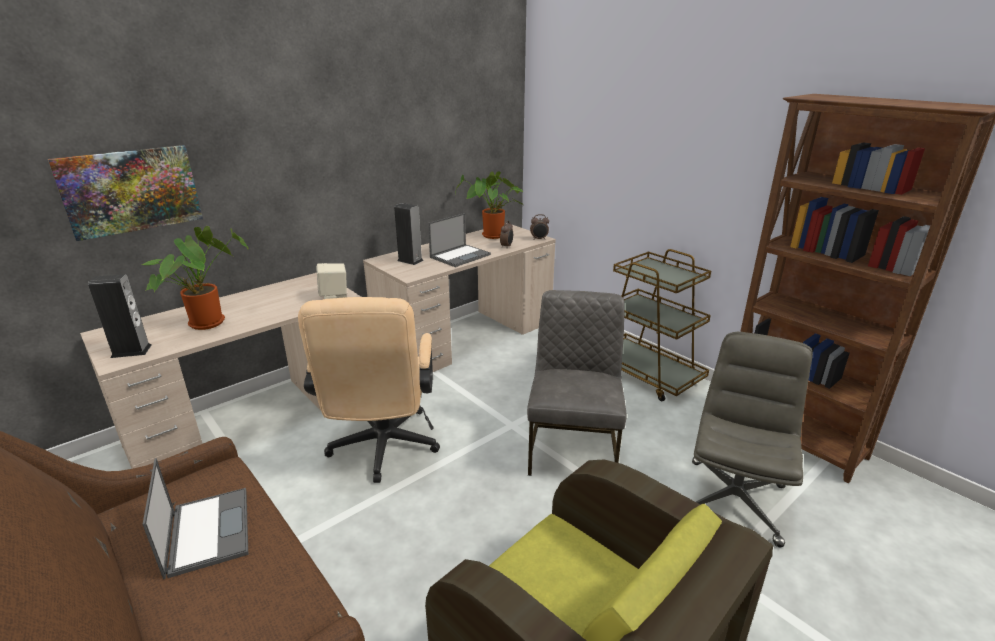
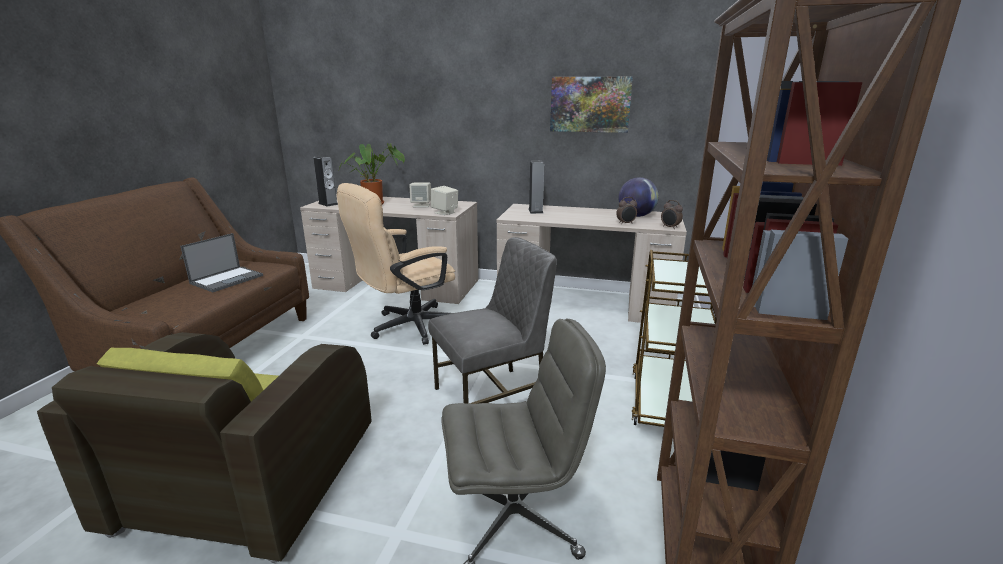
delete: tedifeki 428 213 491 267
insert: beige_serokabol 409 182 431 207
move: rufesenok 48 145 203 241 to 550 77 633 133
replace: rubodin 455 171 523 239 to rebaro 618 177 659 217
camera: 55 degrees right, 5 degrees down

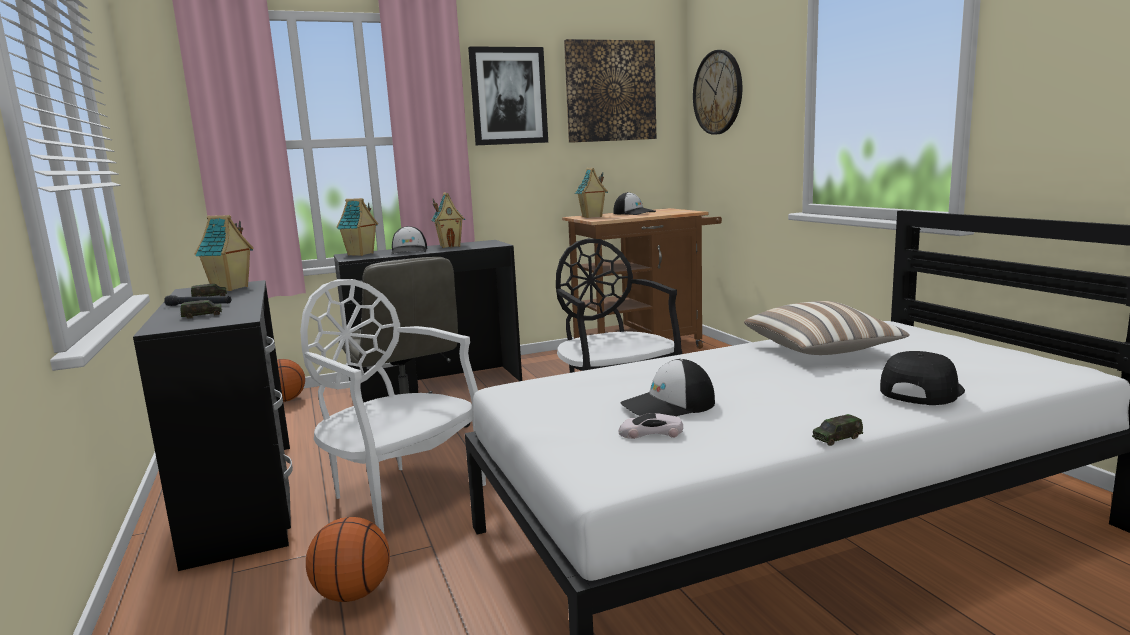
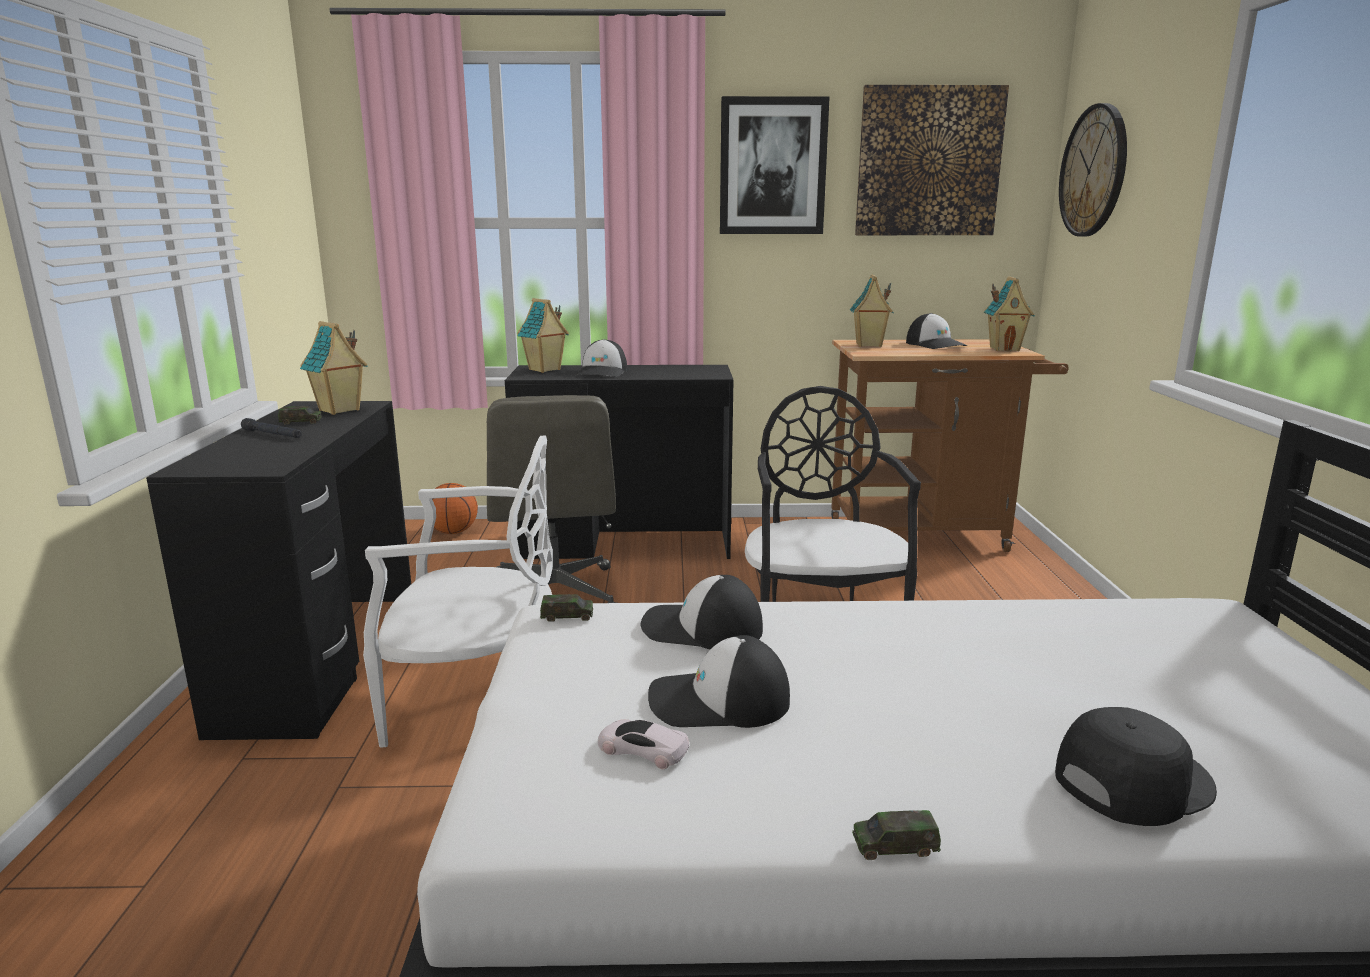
delete: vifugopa 306 517 390 602; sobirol 744 301 909 355
insert: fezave 641 575 763 649
move: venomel 180 300 222 319 to 540 594 593 621; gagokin 431 192 465 248 to 984 276 1034 351
rotate: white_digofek 300 279 486 534 = 363 436 553 747 120 degrees clockwise
camera: 20 degrees right, 5 degrees up

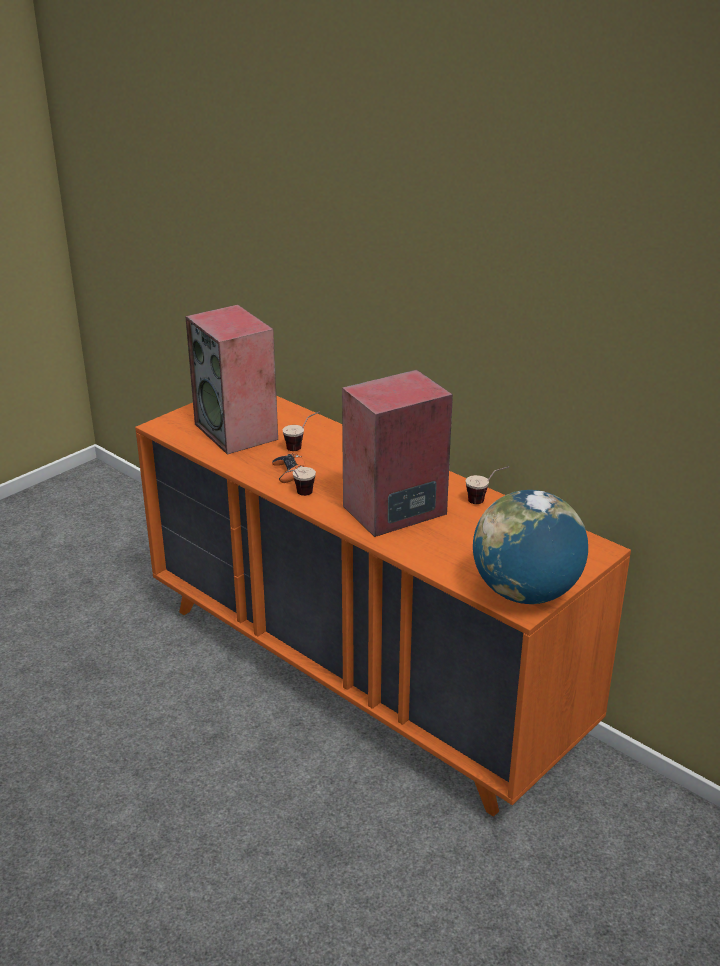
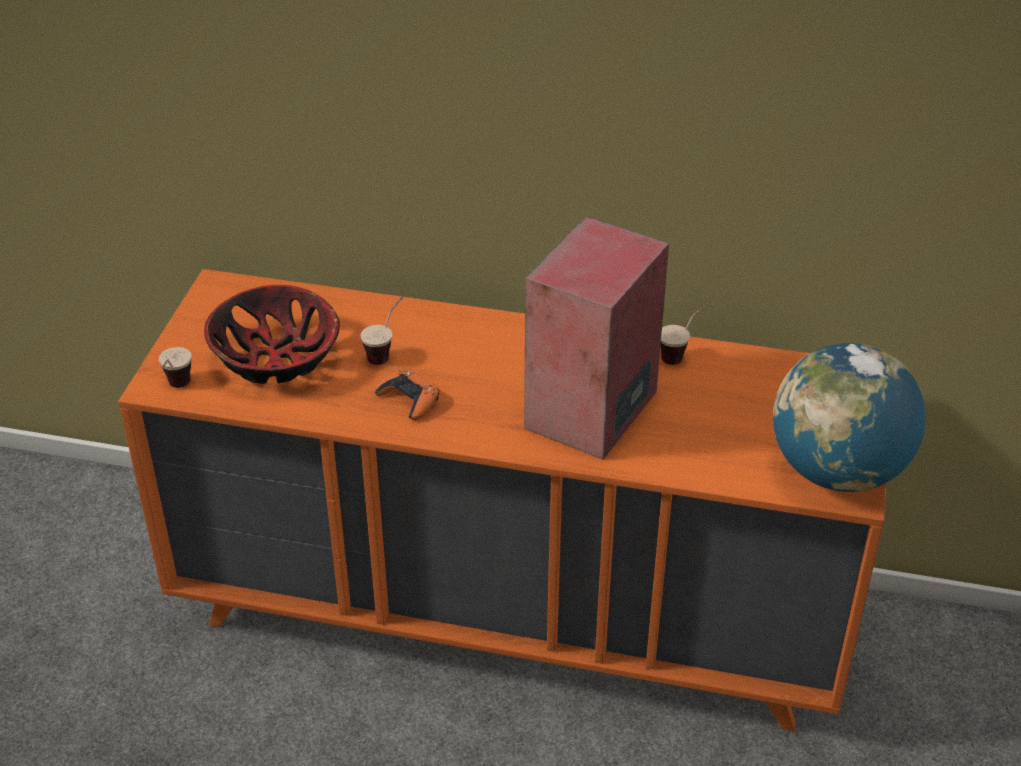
move: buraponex 285 467 316 496 to 159 347 192 388
replace: serokabol 185 305 278 455 to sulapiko 204 285 340 384
camera: 30 degrees left, 10 degrees up

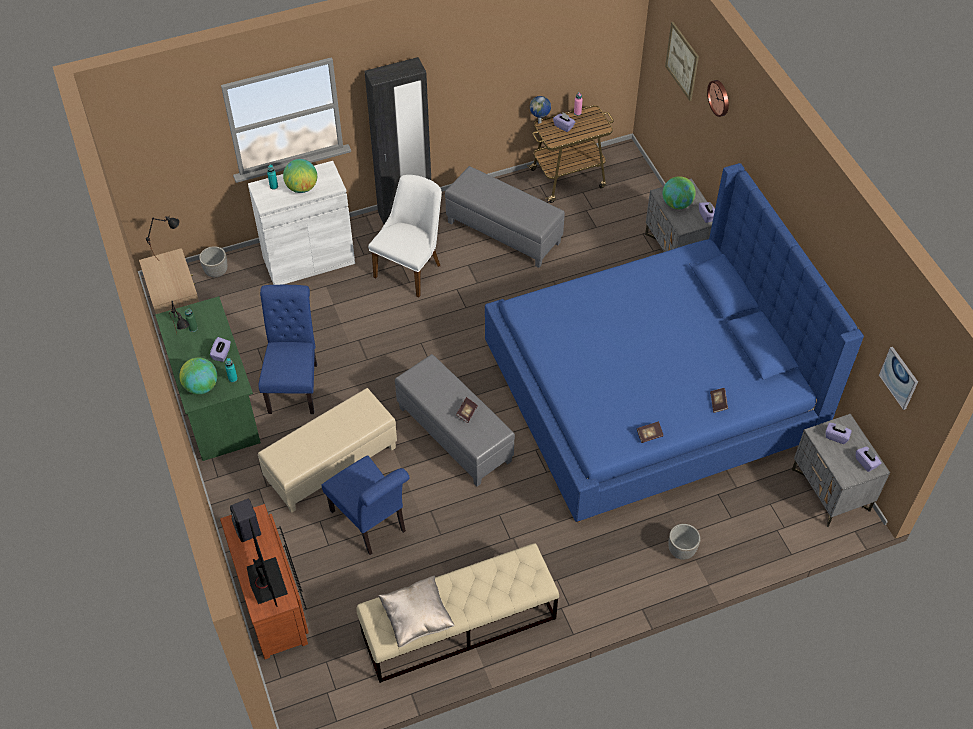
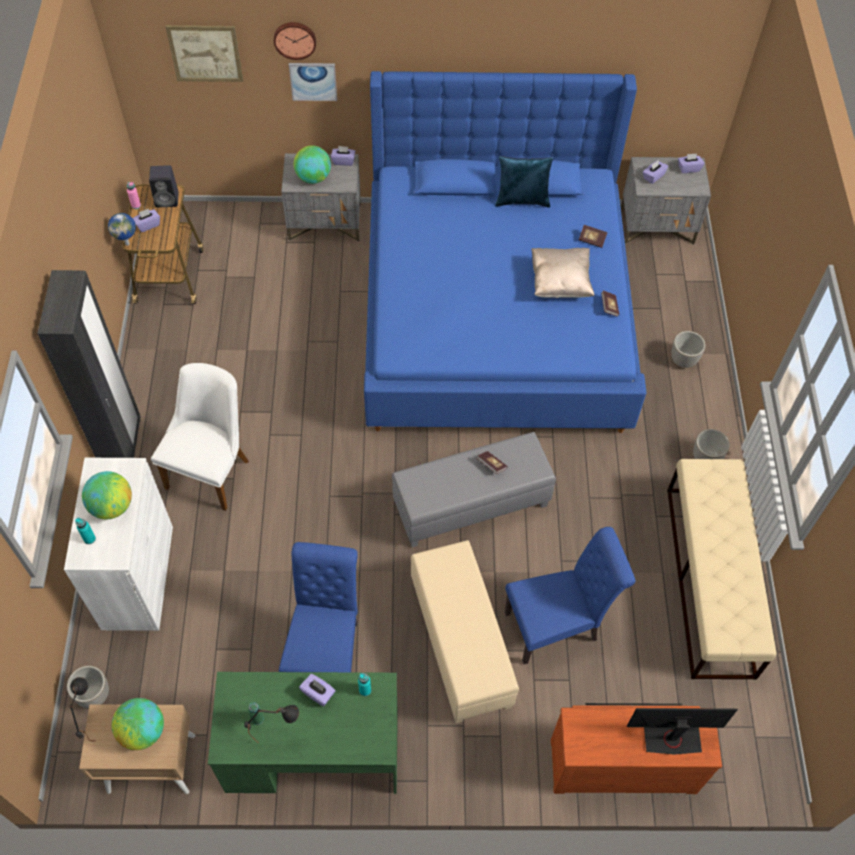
delete: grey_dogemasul 445 166 565 268
insert: blue_sobirol 495 156 553 208; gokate 693 429 730 459
move: rebaro 179 358 217 395 to 112 698 164 750; black_serokabol 230 499 261 542 to 149 165 179 207; rufesenok 879 347 918 410 to 289 63 337 101; beige_sobirol 378 576 455 647 to 531 248 594 298
rotate: white_digofek 368 175 442 298 = 151 363 249 511 60 degrees clockwise; blue_digofek 258 285 317 414 = 279 542 358 672 75 degrees clockwise
camera: 70 degrees left, 5 degrees up

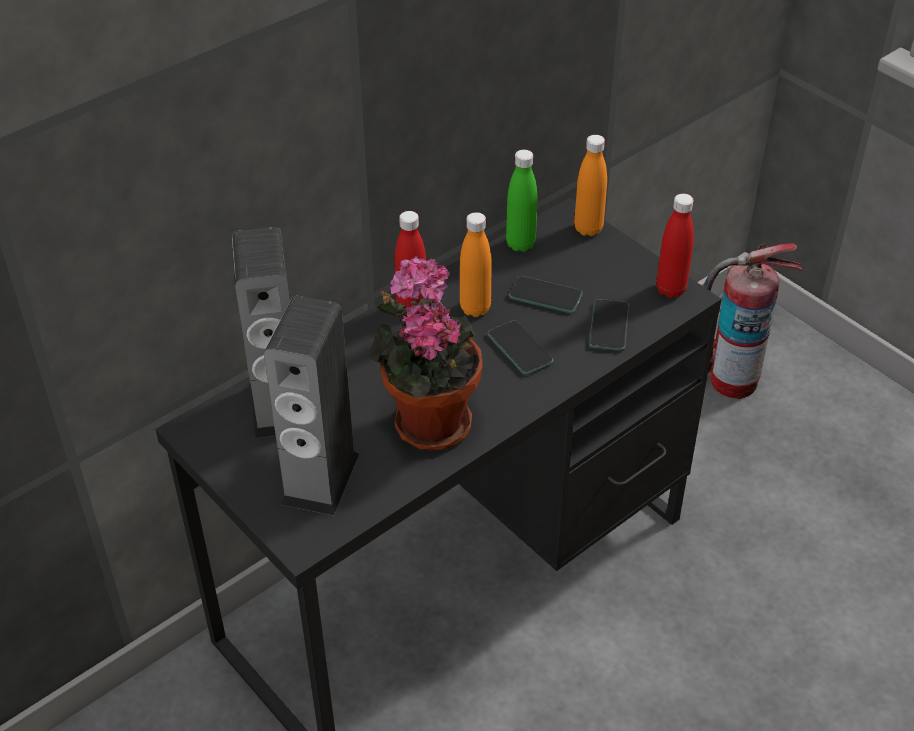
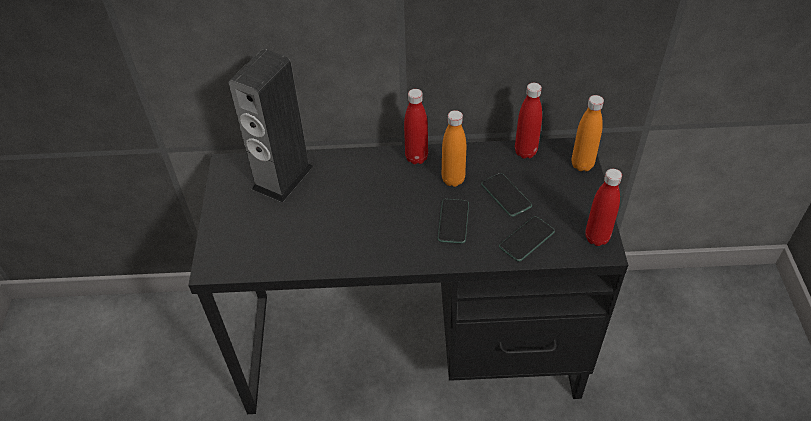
delete: serokabol 264 296 359 515; rubodin 370 256 483 451; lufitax 703 243 802 399
recolor: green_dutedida 506 150 537 252 to red_dutedida 515 83 542 159
camera: 40 degrees right, 5 degrees up

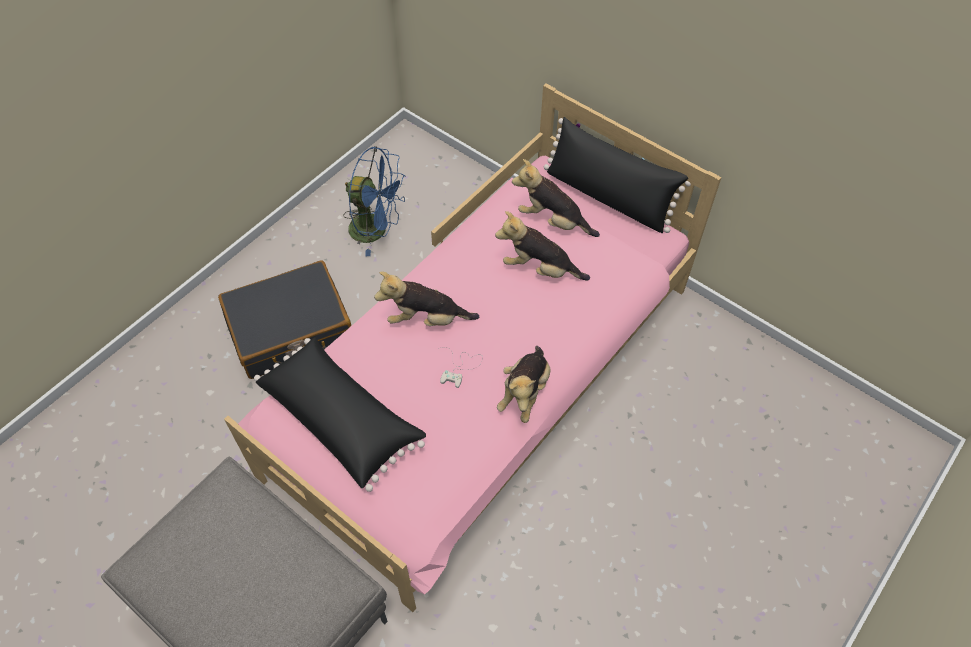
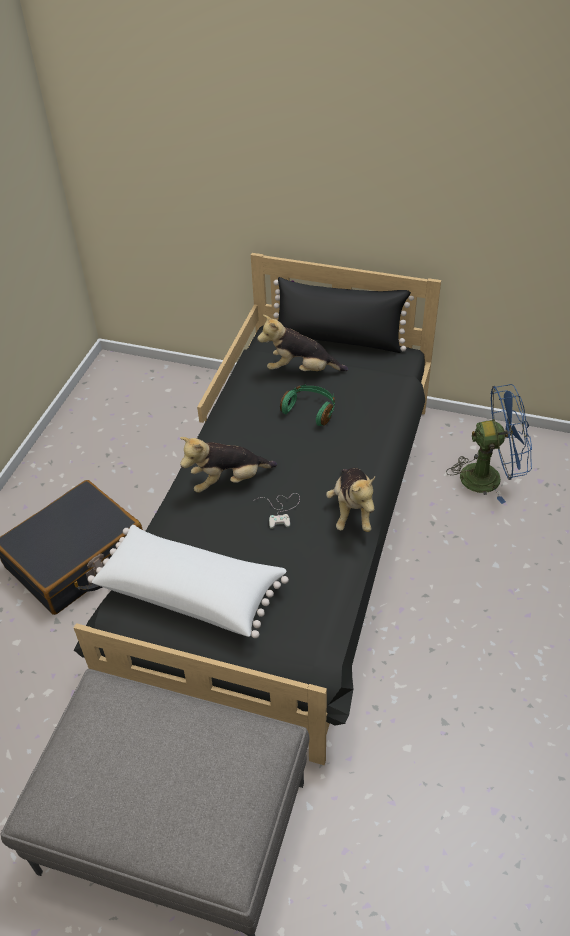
move: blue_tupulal 343 146 405 256 to 446 384 532 504
replace: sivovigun 495 211 590 280 to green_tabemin 280 385 335 426
recolor: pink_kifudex 224 84 722 612 to black_kifudex 74 253 441 765; black_sobirol 254 337 426 492 to white_sobirol 88 525 289 638
camera: 20 degrees left, 10 degrees down

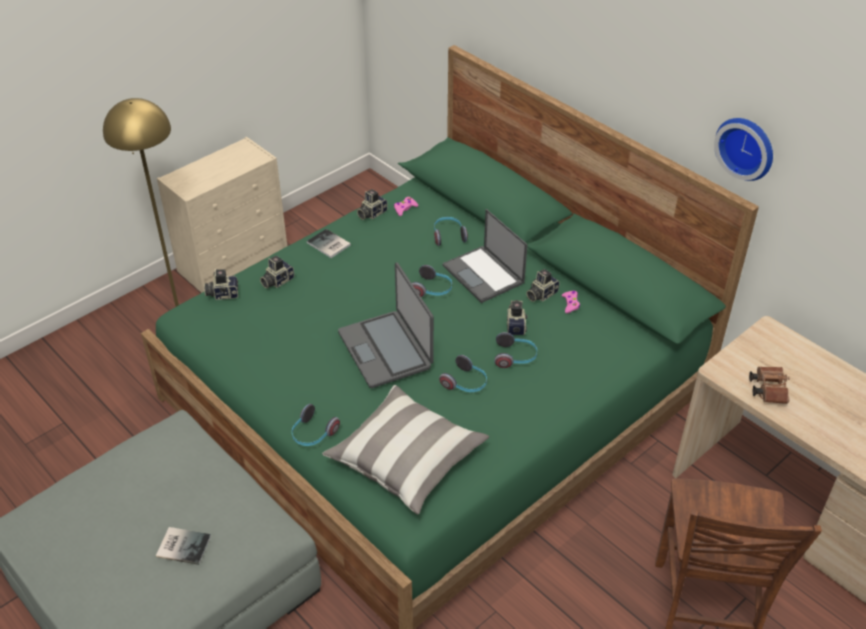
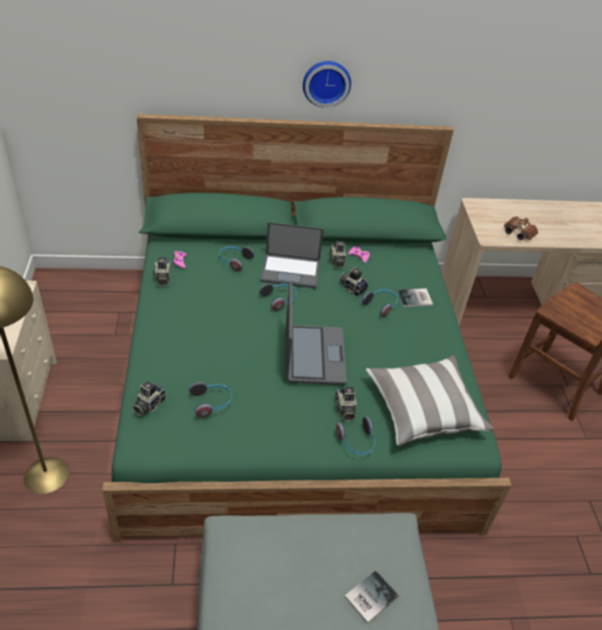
move: tabemin 439 355 487 392 to 189 382 232 417; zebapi 714 118 773 181 to 303 61 351 108; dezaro 260 255 294 288 to 335 387 357 421; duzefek 307 229 351 258 to 397 288 433 307
rotate: tedifeki 338 262 434 388 = 285 284 347 385 105 degrees counterclockwise
camera: 55 degrees left, 0 degrees up

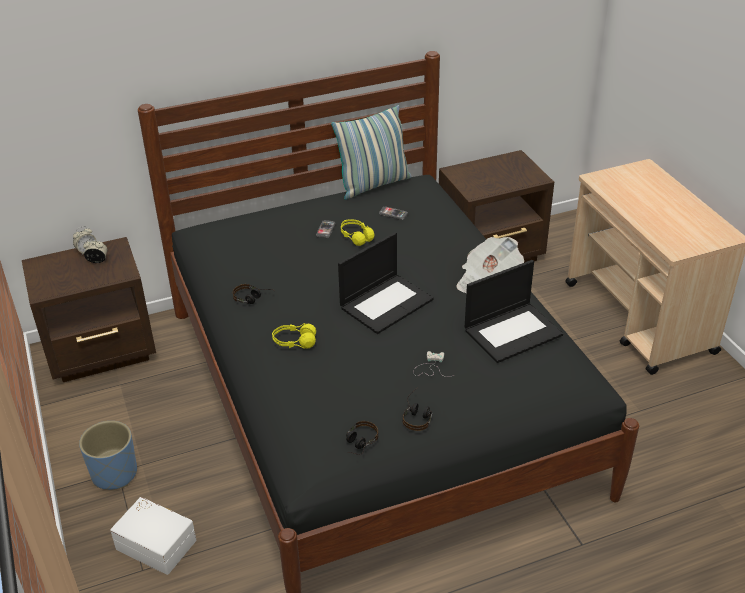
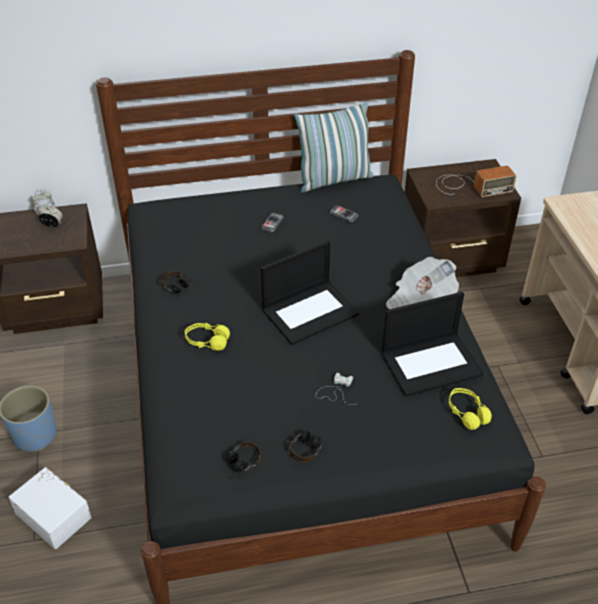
insert: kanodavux 436 165 516 197
move: yellow_tabemin 341 219 374 246 to 449 388 492 430
camera: 10 degrees right, 5 degrees up

